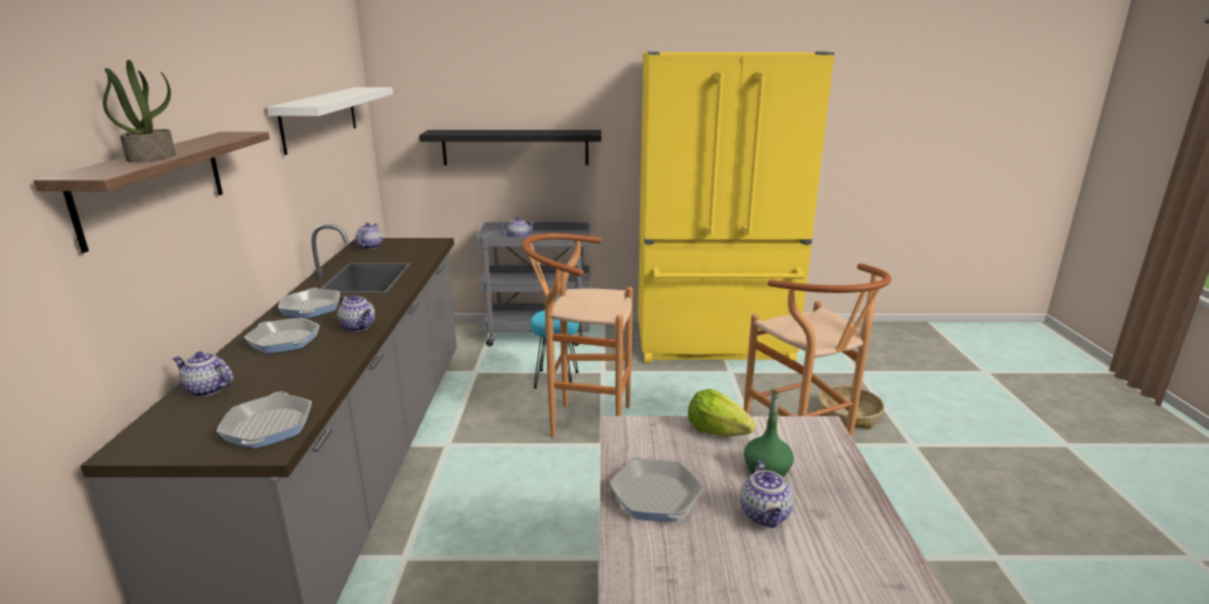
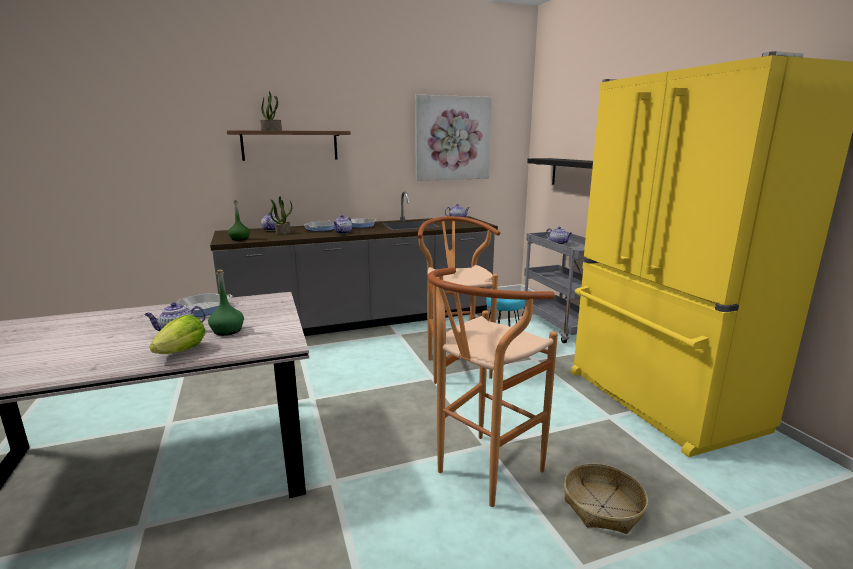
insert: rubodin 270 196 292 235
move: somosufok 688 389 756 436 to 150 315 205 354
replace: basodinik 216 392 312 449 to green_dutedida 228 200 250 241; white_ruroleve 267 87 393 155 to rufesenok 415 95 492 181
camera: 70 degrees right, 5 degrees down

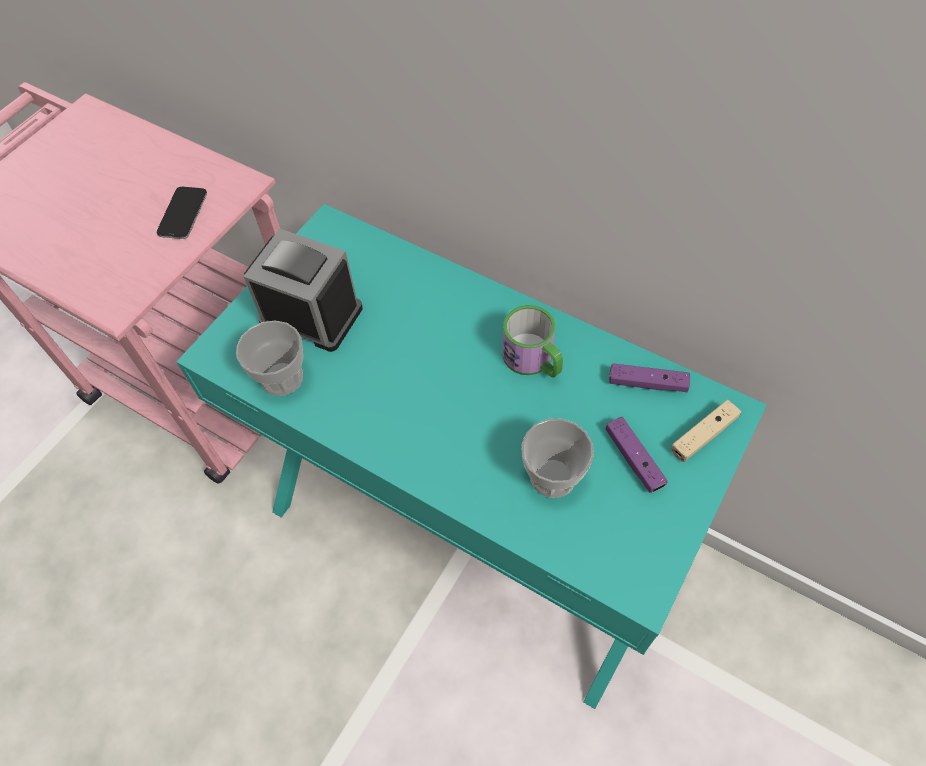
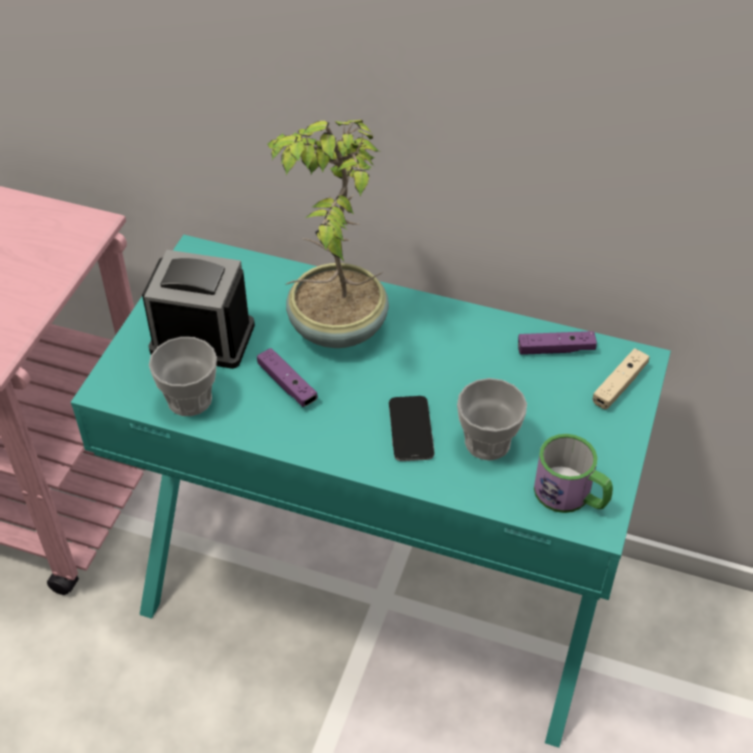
insert: rubodin 268 120 389 348
move: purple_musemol 606 417 668 493 to 257 348 318 407; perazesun 157 187 207 239 to 389 396 434 461; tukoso 502 305 563 377 to 534 434 613 513
camera: 15 degrees left, 10 degrees down

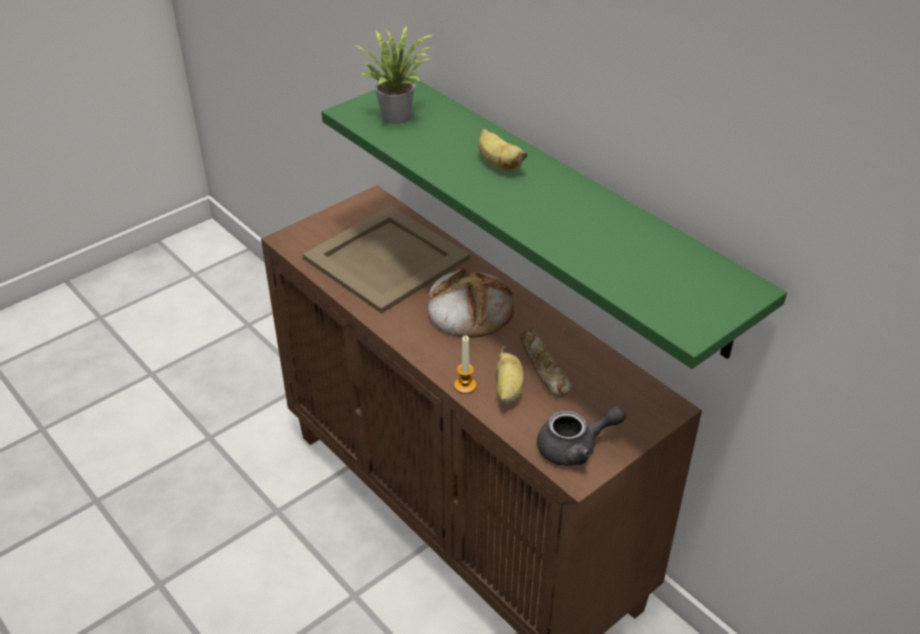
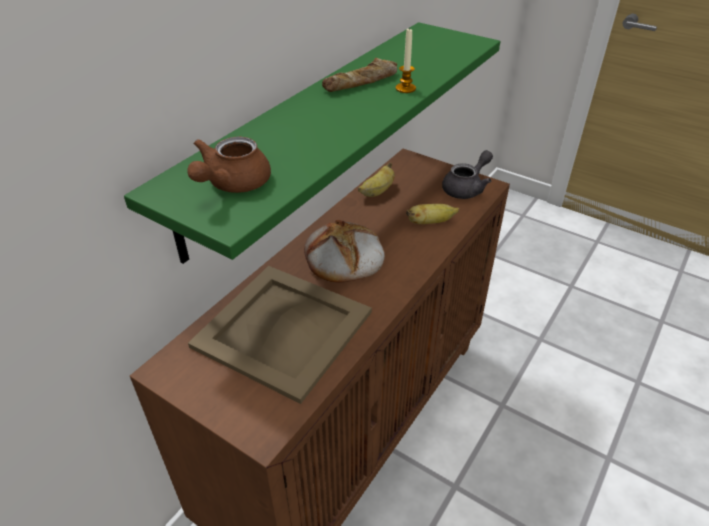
move: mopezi 520 329 572 398 to 322 58 397 92; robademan 478 129 527 171 to 358 162 395 197; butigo 454 336 477 394 to 396 27 416 93
replace: rubodin 353 25 435 124 to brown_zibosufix 187 136 271 193
rotate: grey_zibosufix 537 406 626 466 = 442 150 493 199 75 degrees clockwise
camera: 105 degrees left, 0 degrees up

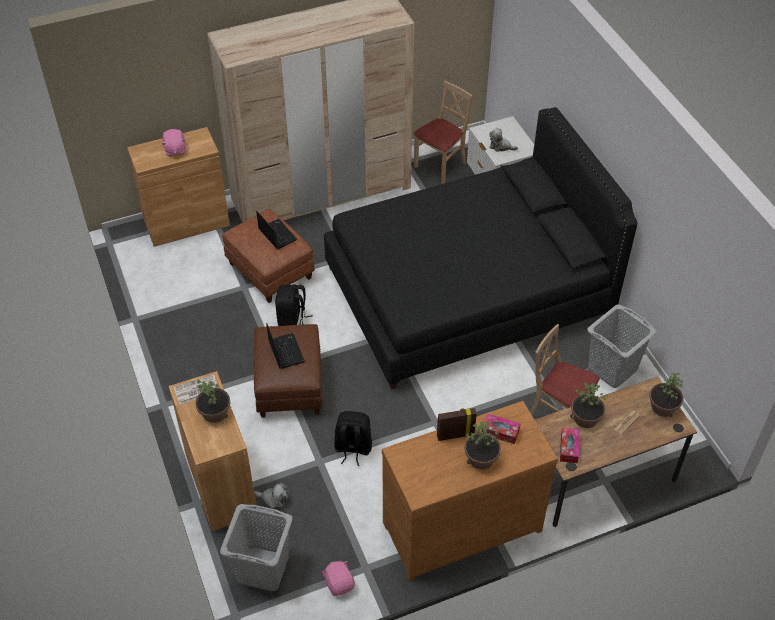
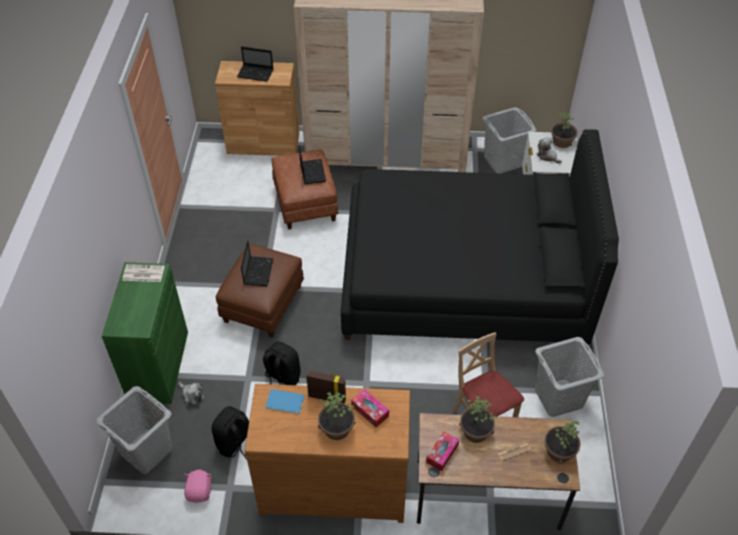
insert: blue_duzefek 266 389 305 414
move: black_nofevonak 275 284 313 326 to 212 406 249 460; rubodin 195 380 230 423 to 551 112 578 148
replace: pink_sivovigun 162 129 186 156 to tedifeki 237 46 273 82; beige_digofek 413 81 472 184 to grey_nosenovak 483 107 536 173
recolor: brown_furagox 169 371 257 531 to green_furagox 101 262 188 404
camera: 25 degrees right, 0 degrees up

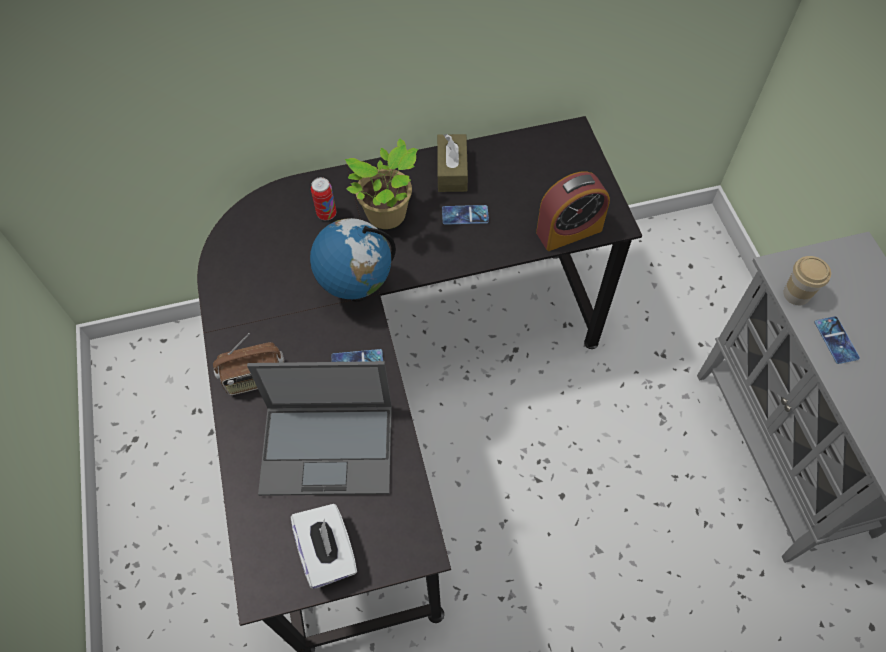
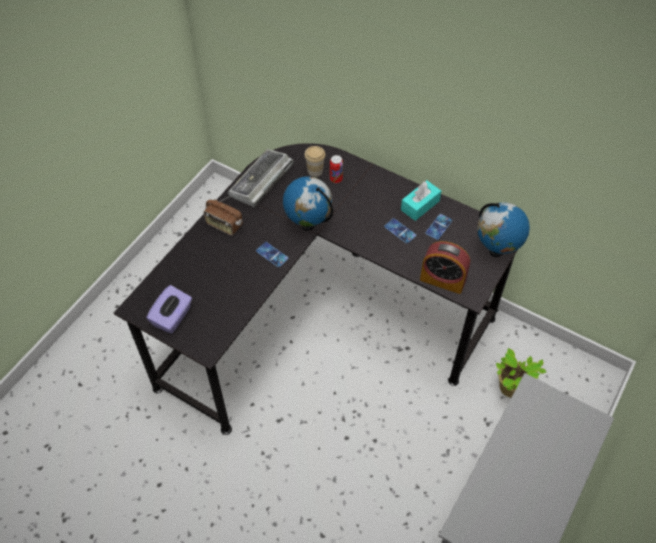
delete: tedifeki 247 361 392 496
insert: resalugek 228 149 294 208; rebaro 477 202 530 257
move: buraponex 783 256 831 305 to 304 146 325 177; perazesun 814 316 860 364 to 425 214 453 240; rubodin 345 138 418 229 to 496 348 546 398
recolor: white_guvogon 291 504 357 589 to purple_guvogon 146 285 192 334; brown_guvogon 437 134 468 192 to turquoise_guvogon 401 180 441 221
camera: 45 degrees right, 5 degrees down

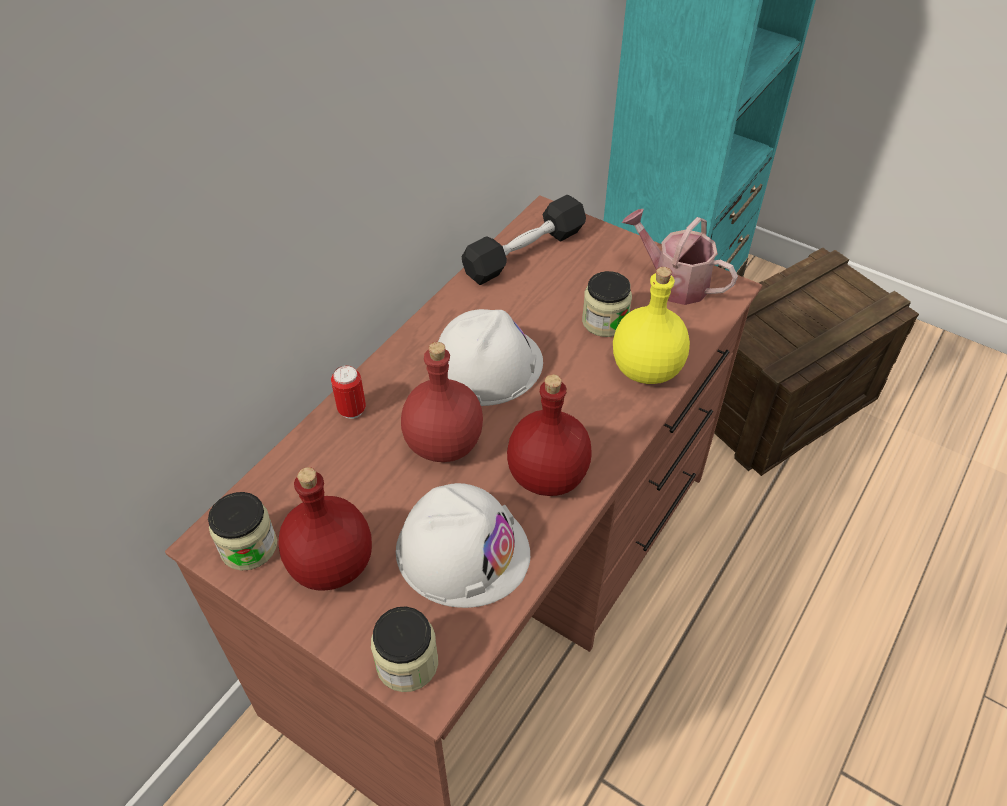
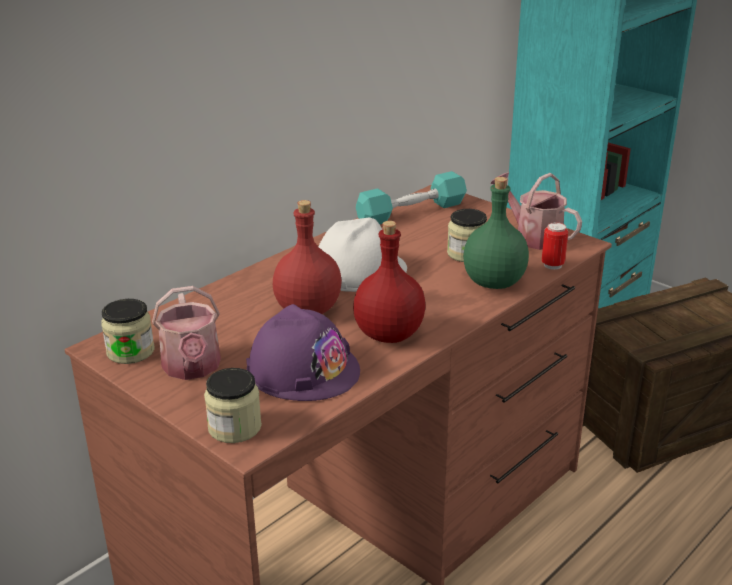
move: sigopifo 331 365 366 419 to 542 222 568 270
replace: red_dutedida 279 467 372 591 to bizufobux 152 286 221 380
recolor: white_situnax 396 483 530 608 to purple_situnax 246 304 360 401; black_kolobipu 462 195 586 285 to turquoise_kolobipu 356 171 467 224; yellow_dutedida 613 267 690 384 to green_dutedida 463 177 529 289
camera: 10 degrees right, 20 degrees down

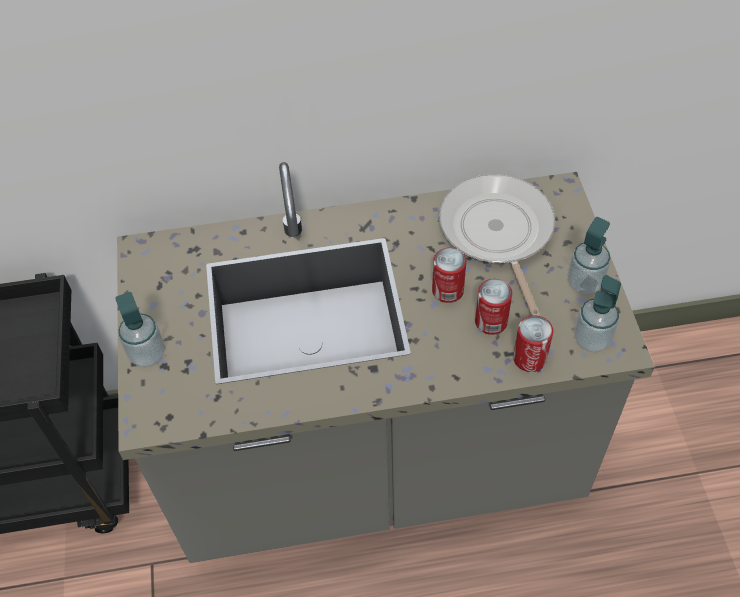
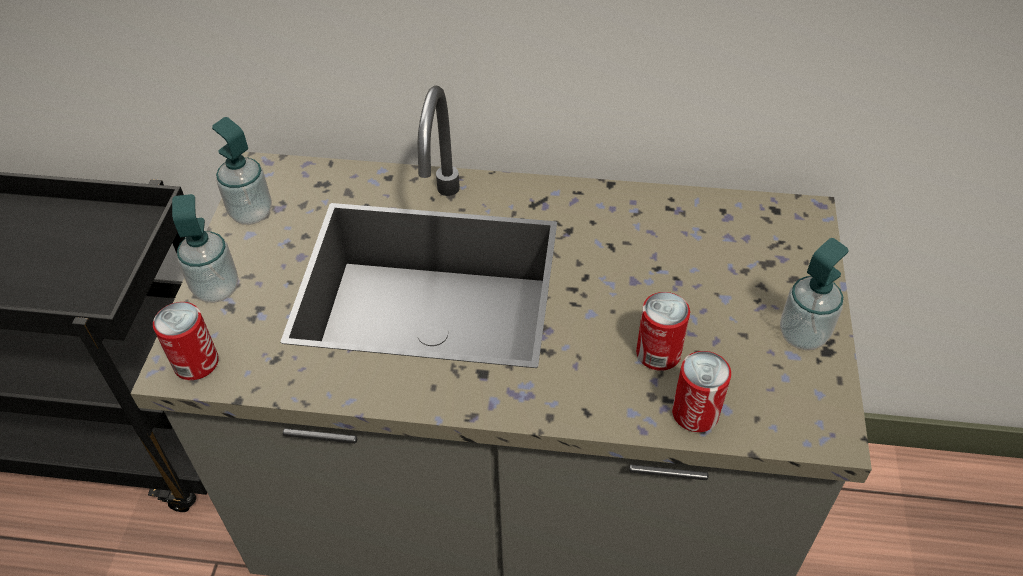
delete: basodinik 439 174 555 316
move: sigopifo 432 248 467 303 to 153 302 219 380; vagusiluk 574 275 621 352 to 212 117 272 225
camera: 15 degrees right, 5 degrees down

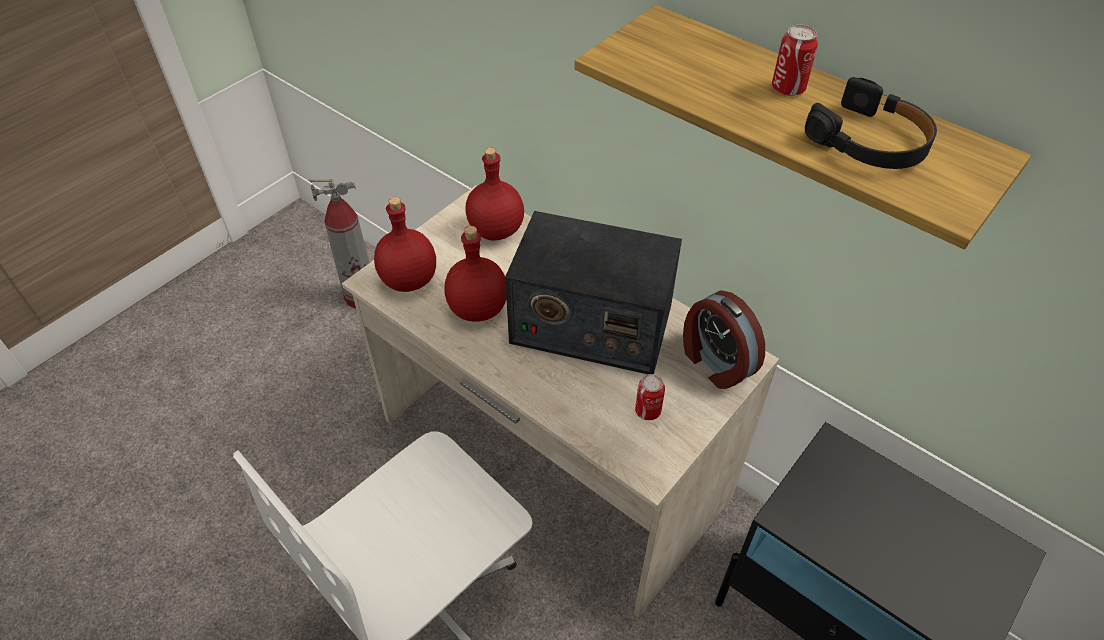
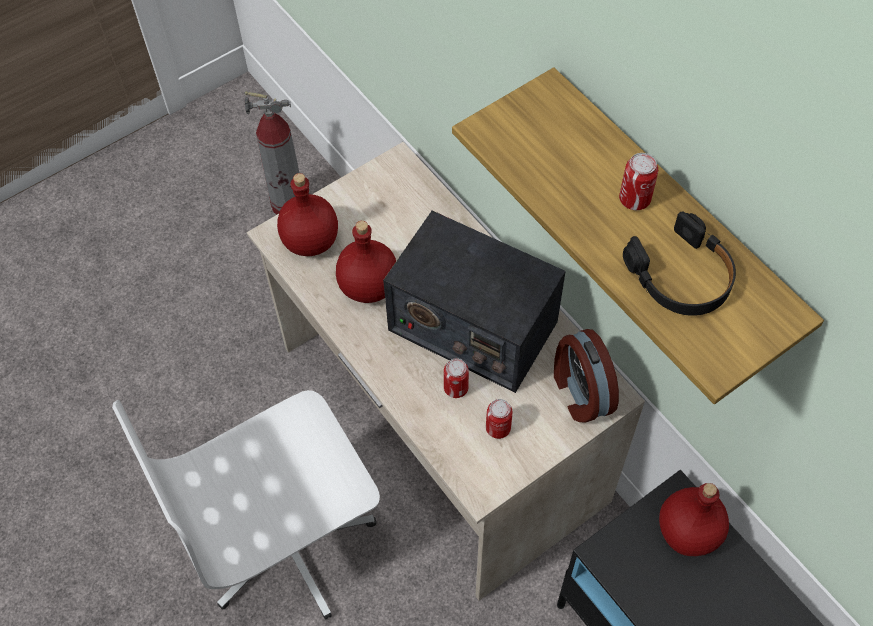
insert: sigopifo 444 358 469 398
move: red_dutedida 465 147 524 241 to 659 483 729 556
camera: 15 degrees right, 10 degrees up

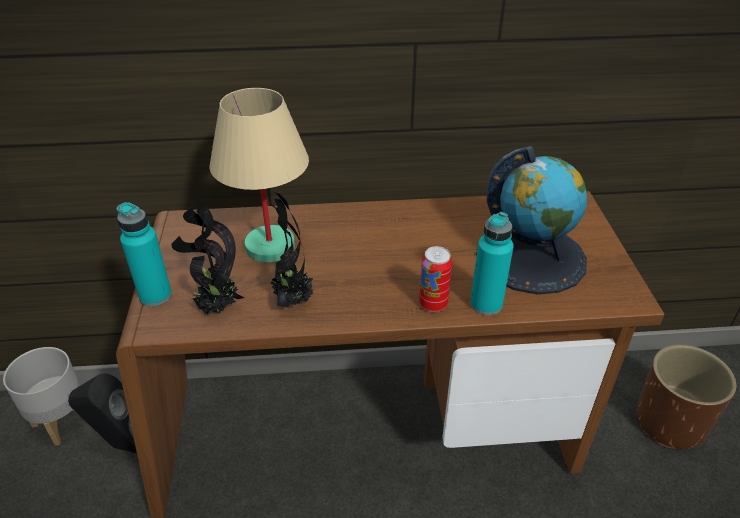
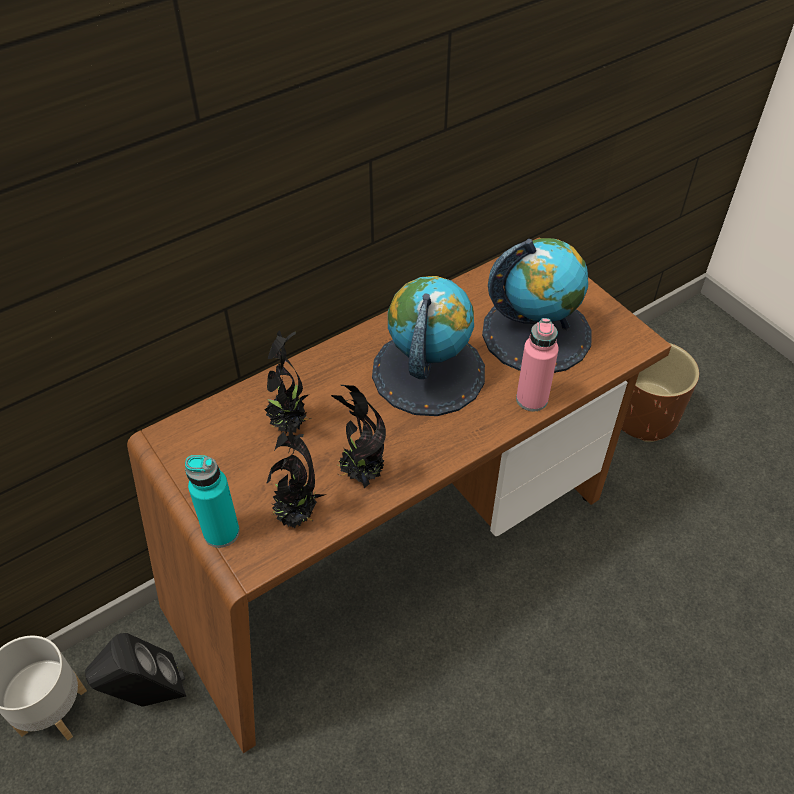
delete: sigopifo 419 246 452 312
insert: rebaro 372 276 485 416
replace: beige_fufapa 209 88 309 262 to rubodin 264 330 311 433
recolor: turquoise_dutedida 470 212 514 315 to pink_dutedida 516 318 559 411
camera: 30 degrees left, 10 degrees up

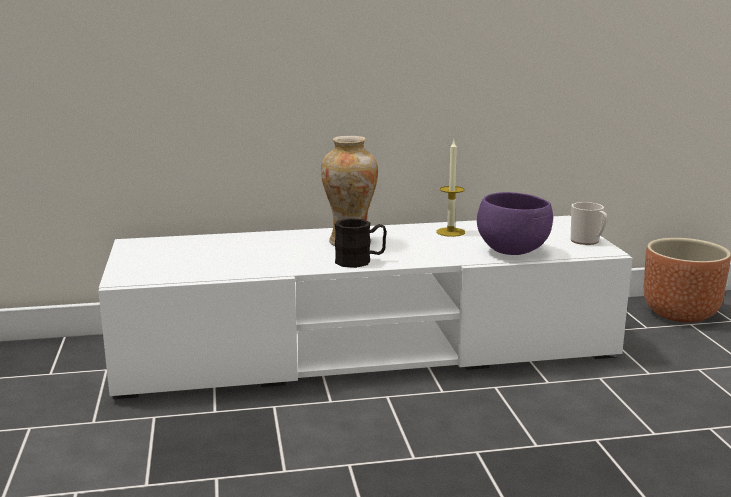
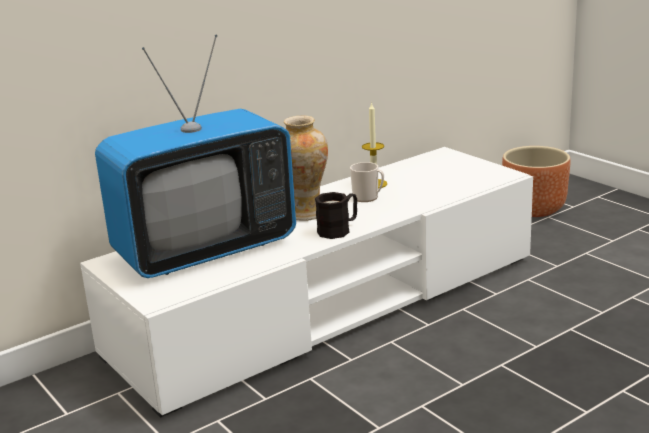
delete: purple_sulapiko 477 192 553 255
insert: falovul 95 35 296 278
move: tukoso 571 202 607 245 to 350 162 384 202
camera: 25 degrees left, 5 degrees up

